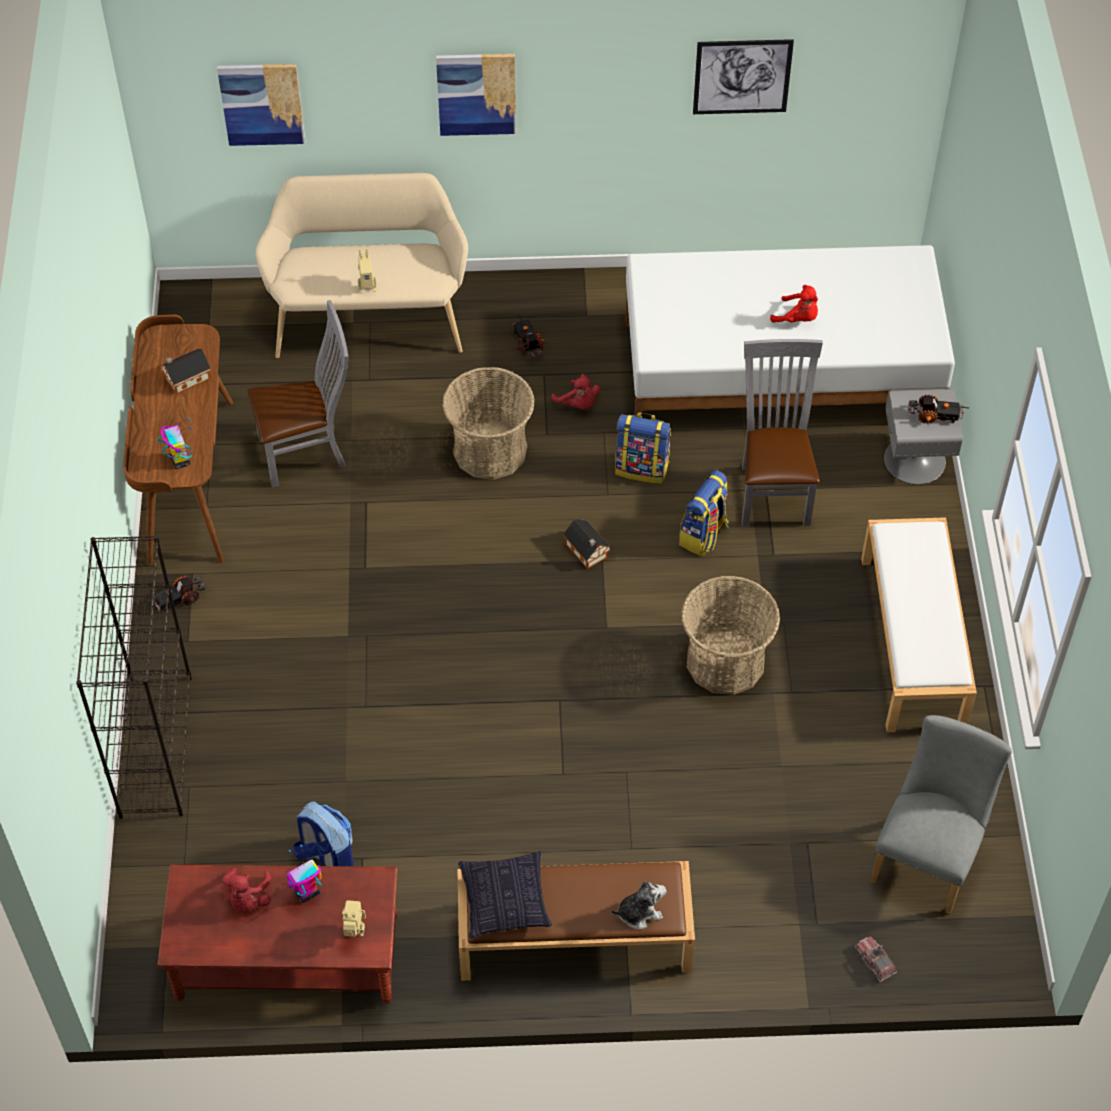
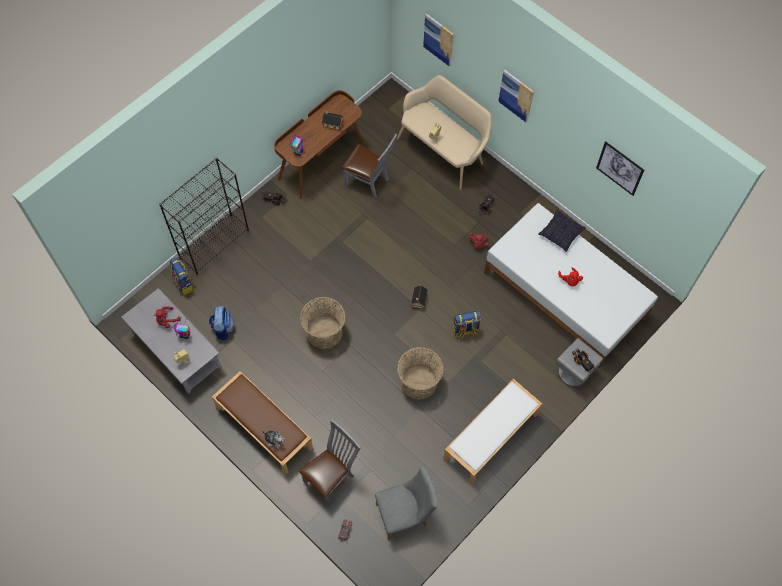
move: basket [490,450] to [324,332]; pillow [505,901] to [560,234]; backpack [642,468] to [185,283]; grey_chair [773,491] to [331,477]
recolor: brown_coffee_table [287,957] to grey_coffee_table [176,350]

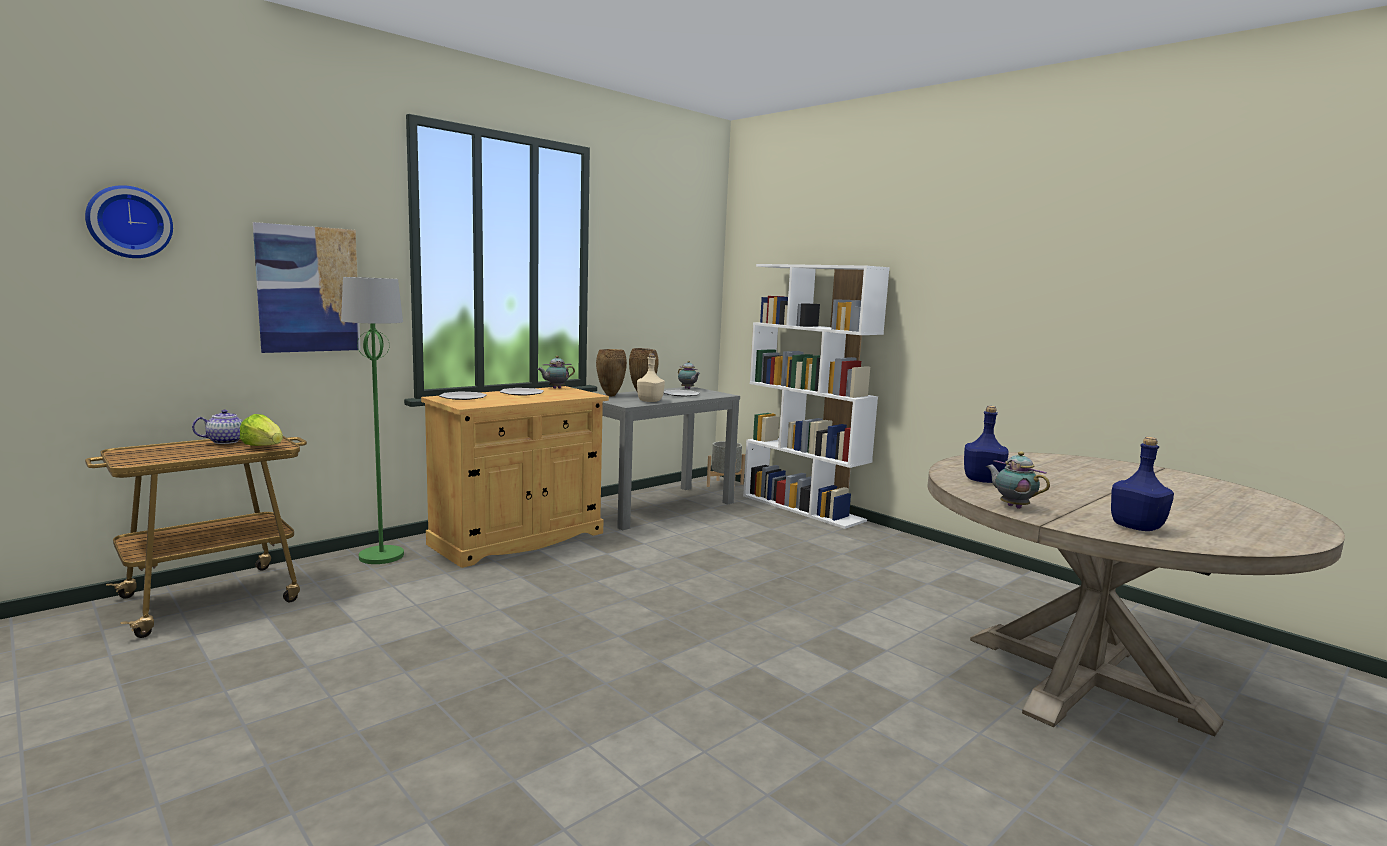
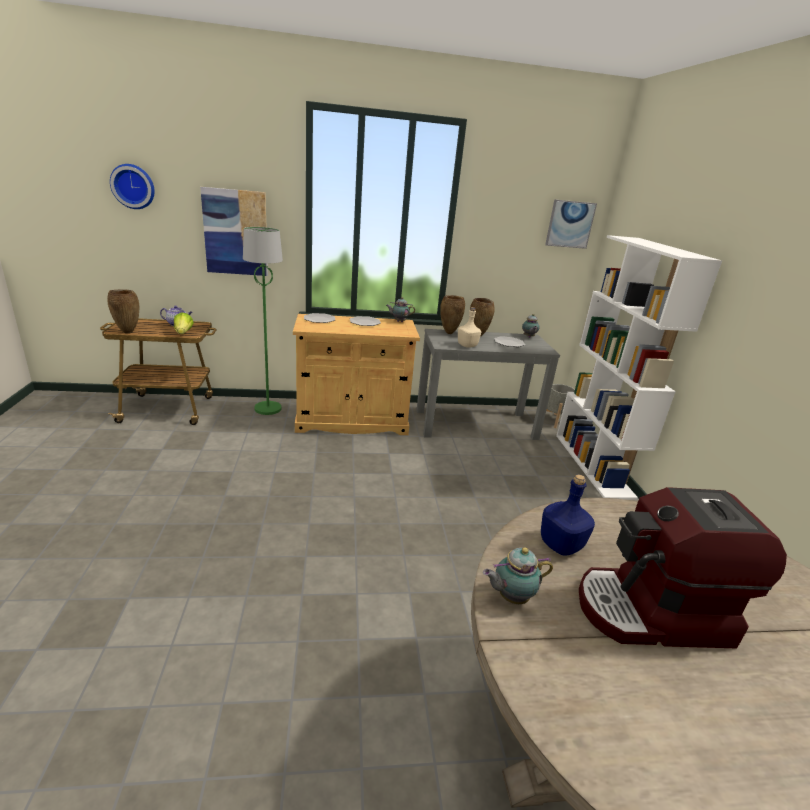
delete: blue_bottle [1135,527]
insert: brown_vase [128,332]; picture [570,224]; coffee_machine [653,613]
rotate: teapot [1012,506] = [510,597] 105 degrees counterclockwise

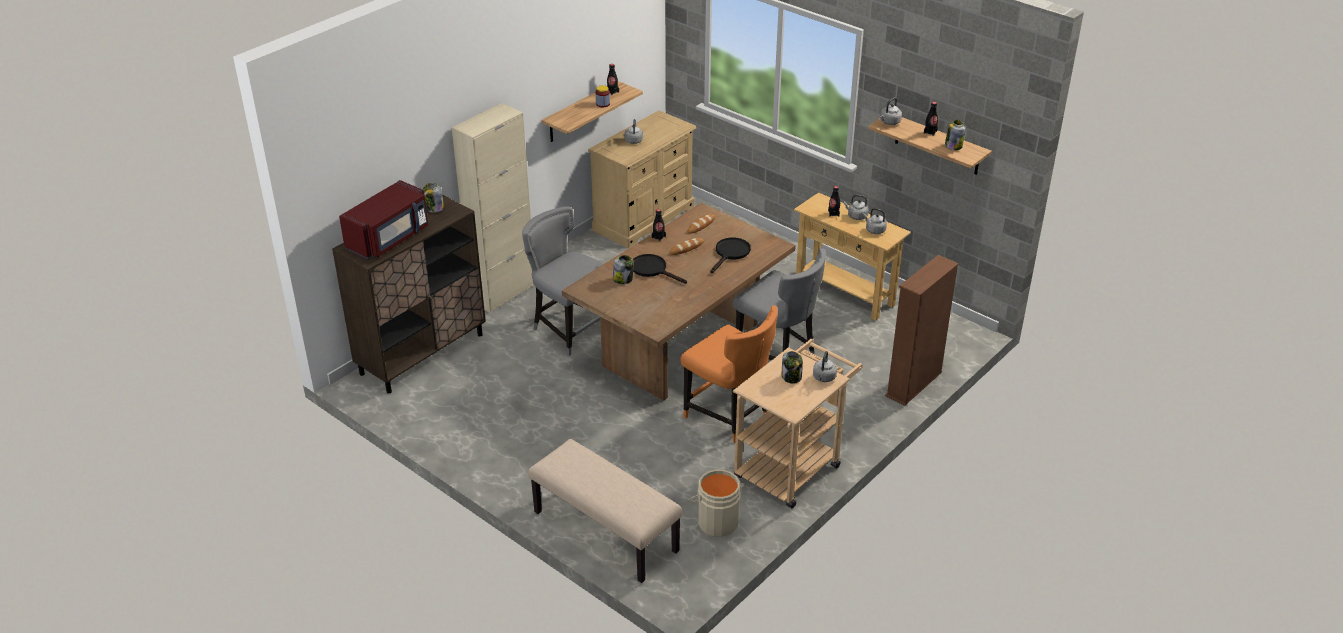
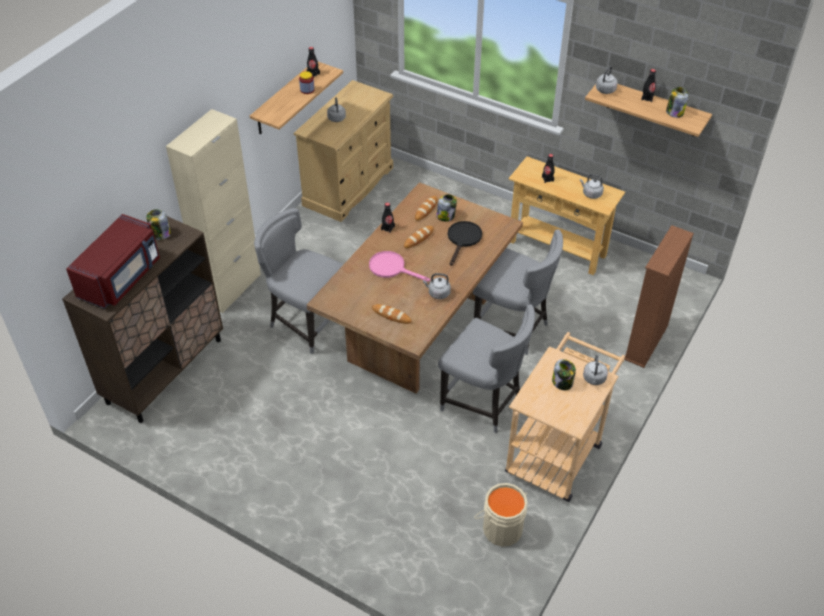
delete: beige_bench [604,532]
insert: bread [391,315]
move: jar [623,279] to [446,216]; grey_kettle [856,216] to [438,293]
recolor: black_frying_pan [652,269] to pink_frying_pan [392,268]; orange_chair [729,417] to grey_chair [483,403]

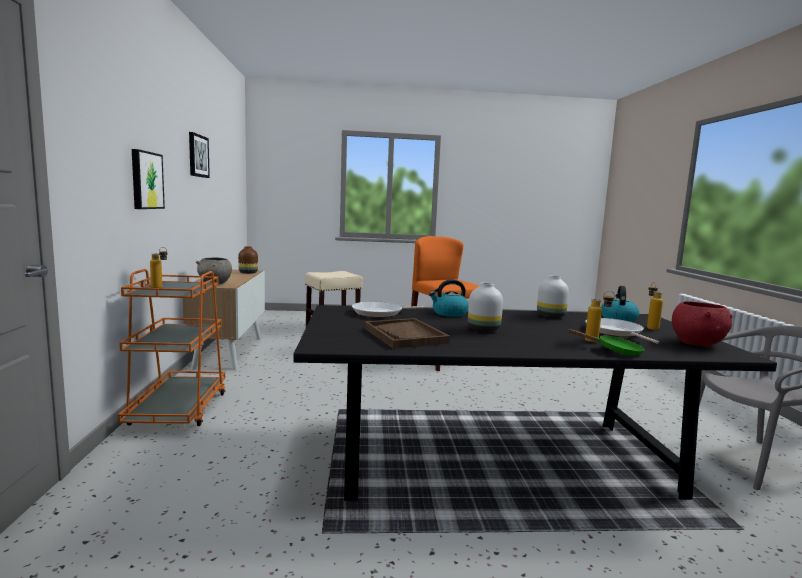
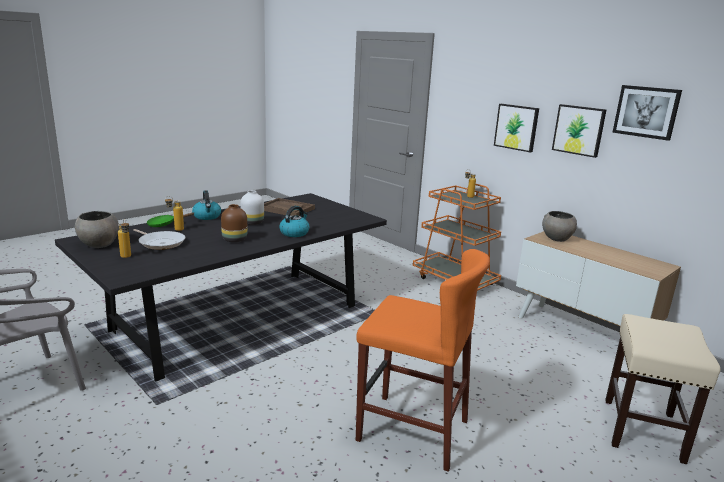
delete: frying_pan [380,313]; white_vase [550,316]
insert: picture [579,130]
move: brown_vase [248,273] to [234,239]; kettle [618,319] to [207,216]
recolor: red_bowl [697,344] to grey_bowl [99,244]

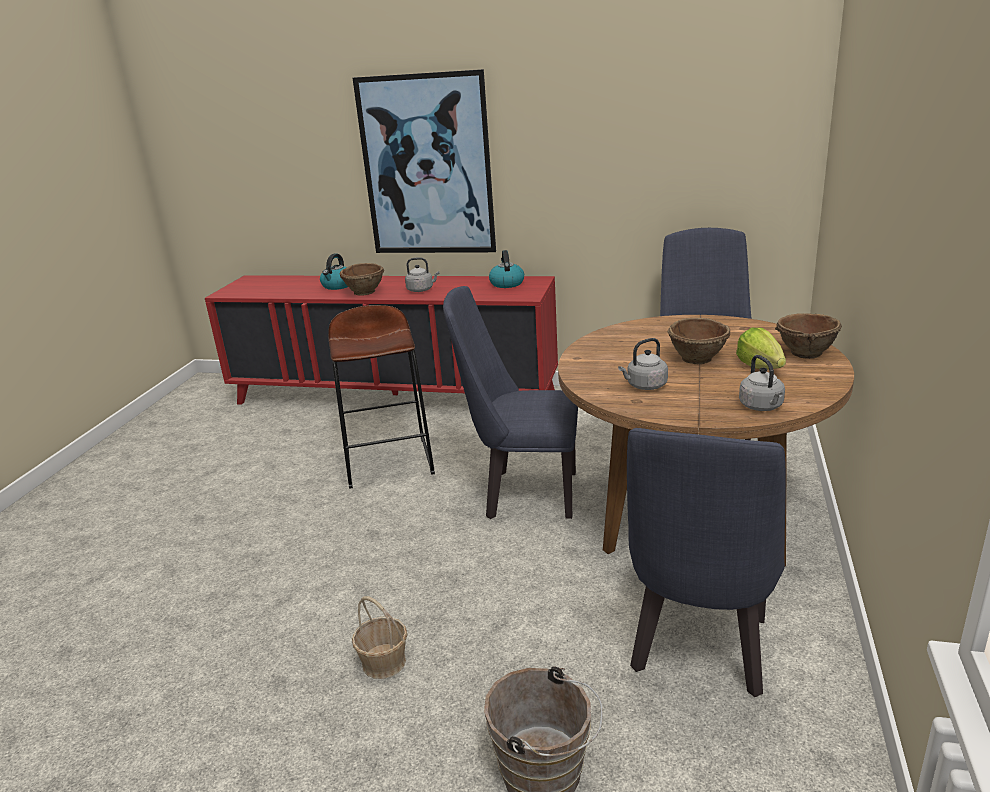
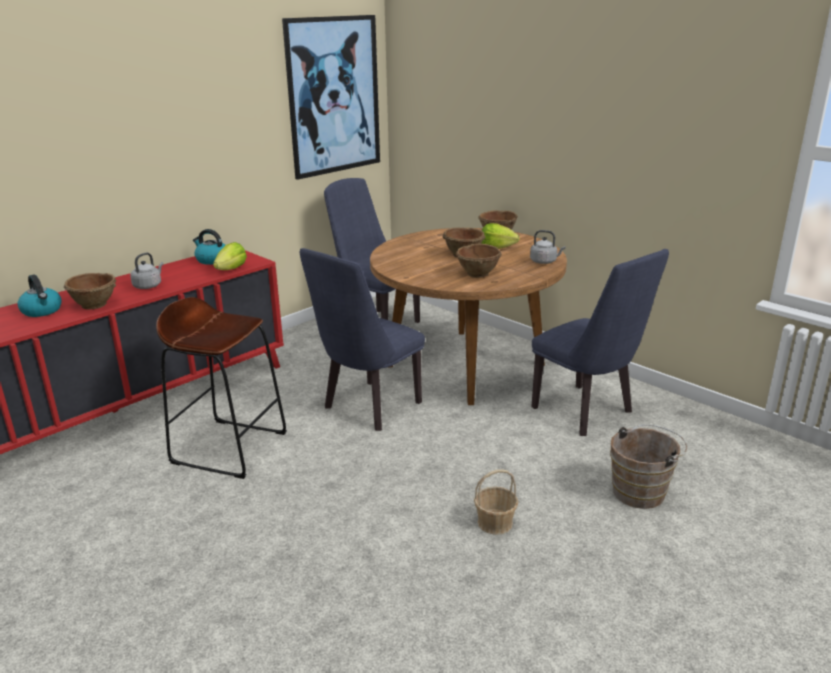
insert: lettuce [231,269]
move: picture [427,166] to [334,96]
replace: grey_kettle [645,386] to brown_bowl [478,274]

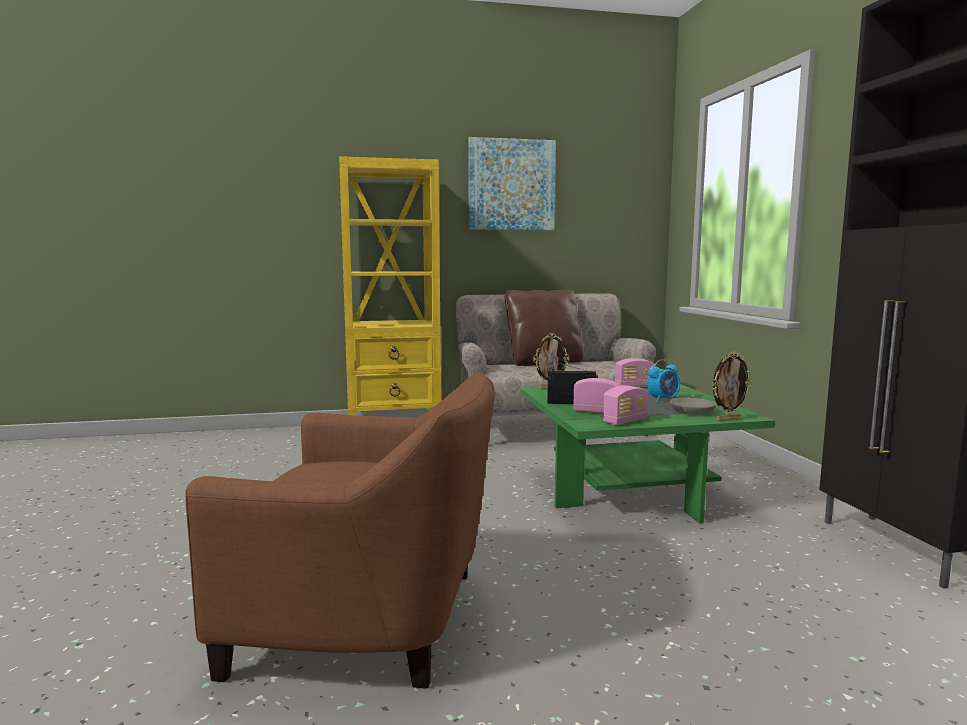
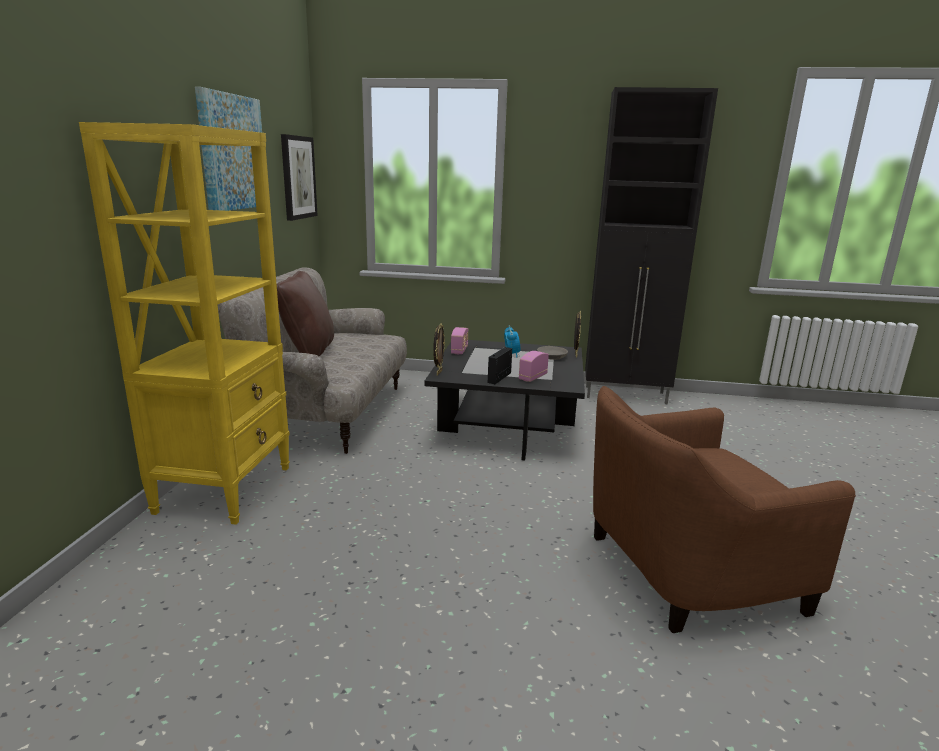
delete: radio [625,421]
insert: picture [298,177]
recolor: green_coffee_table [630,490] to black_coffee_table [507,428]
rotate: brown_armchair [368,616] = [684,569] 135 degrees counterclockwise

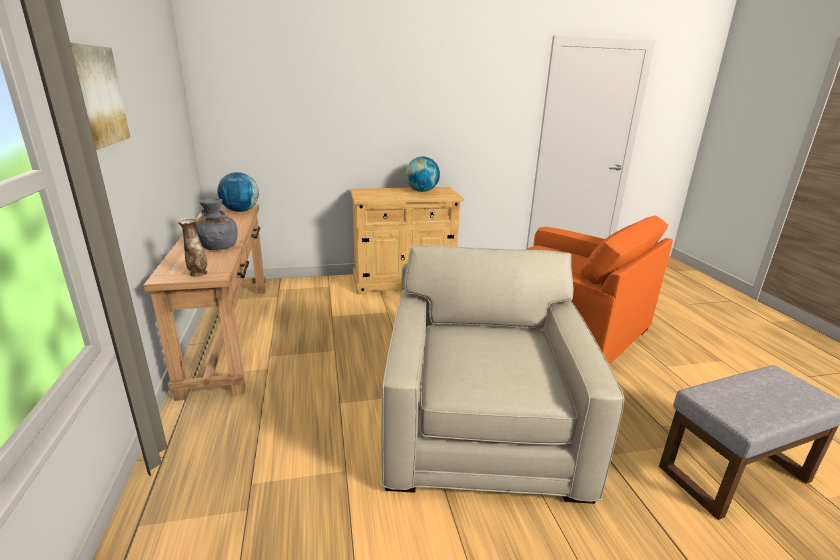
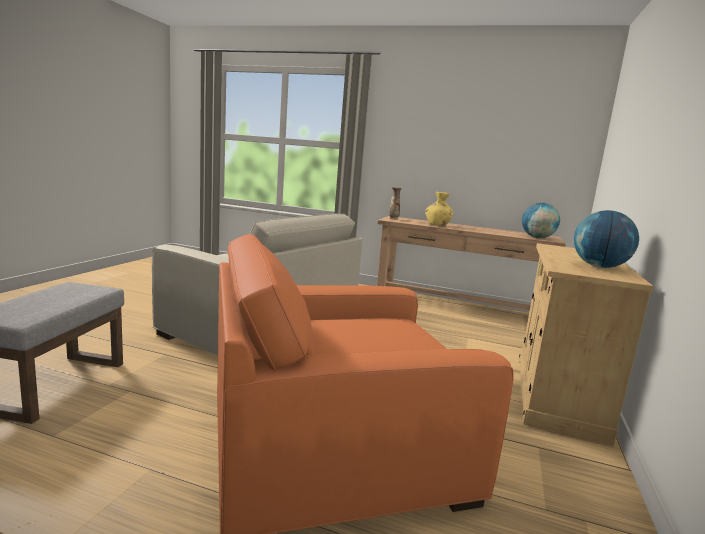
delete: picture [95,96]
recolor: grey_vase [218,247] to yellow_vase [437,225]

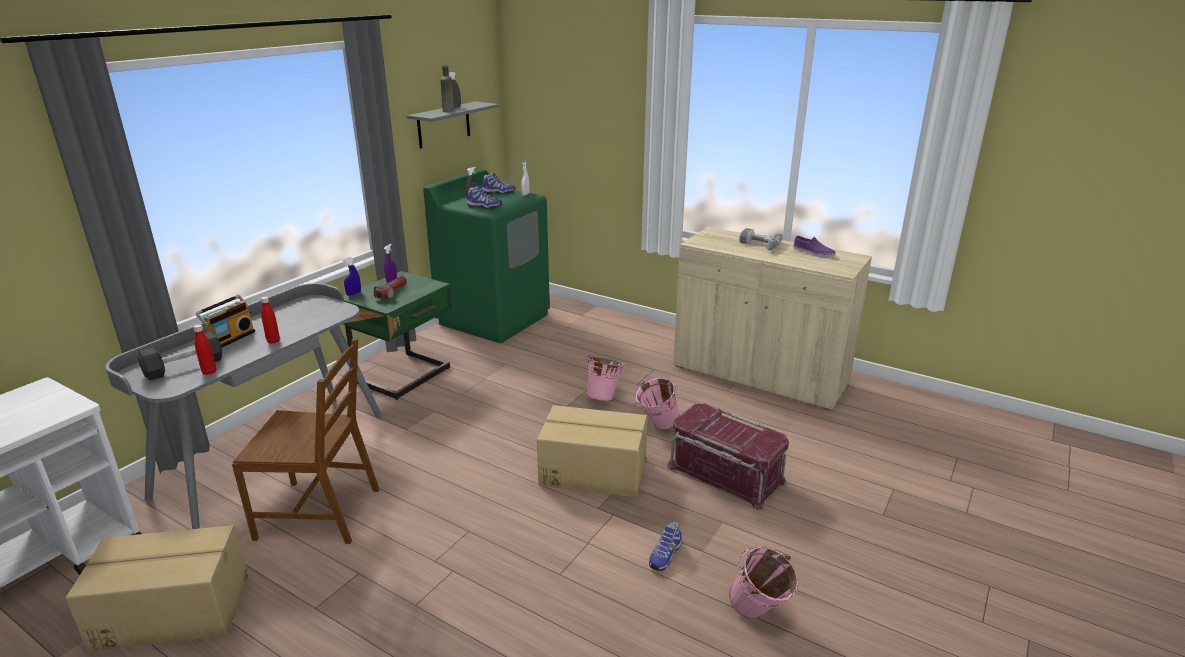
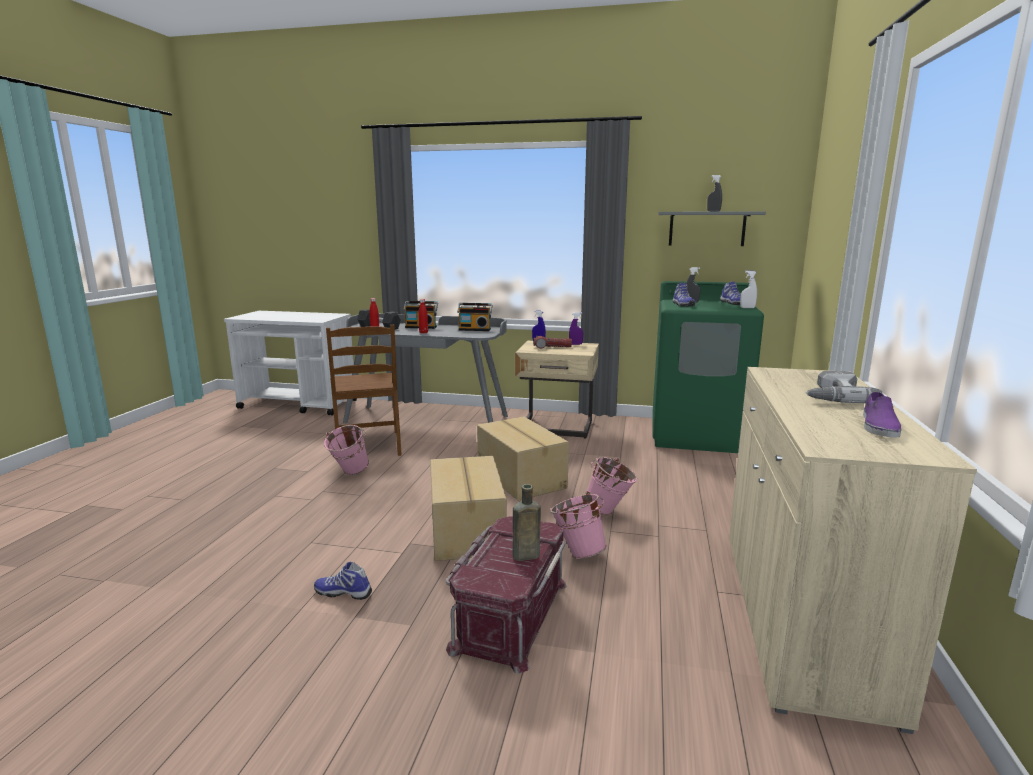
insert: radio [475,329]
move: cardboard_box [173,611] to [521,477]; brown_bottle [448,111] to [524,556]; pink_bucket [759,614] to [349,474]
recolor: green_nightstand [405,376] to beige_nightstand [556,428]

